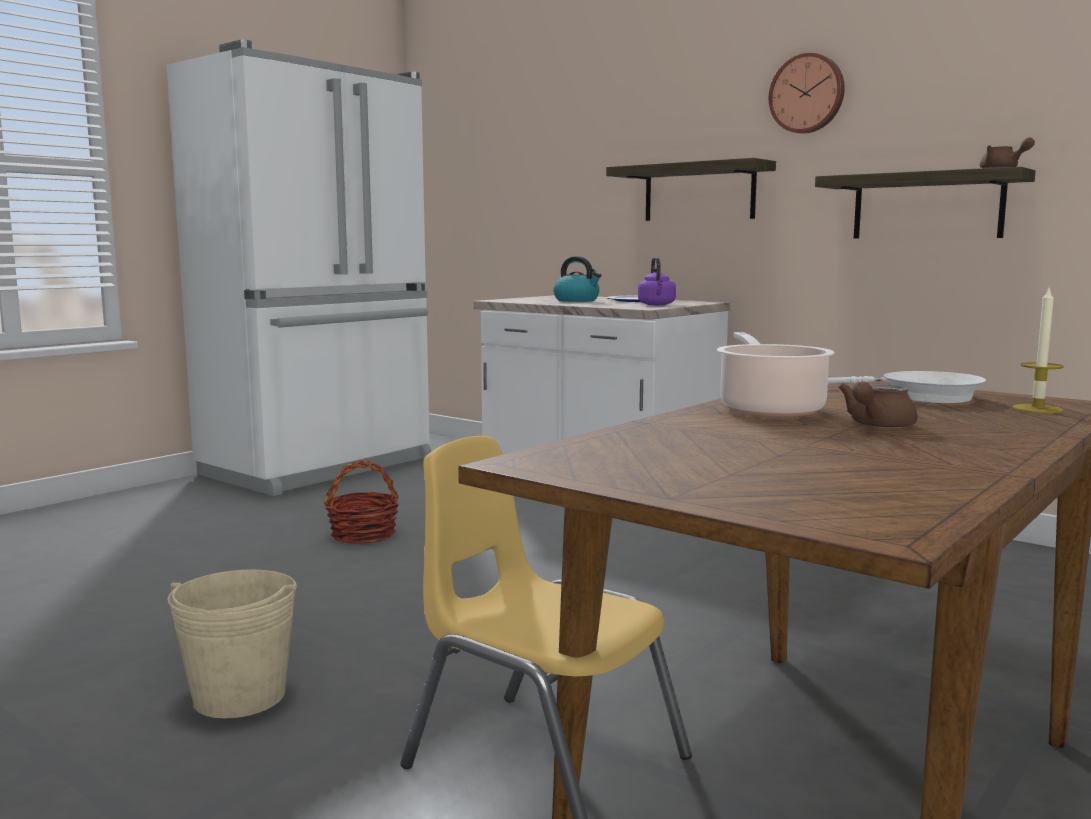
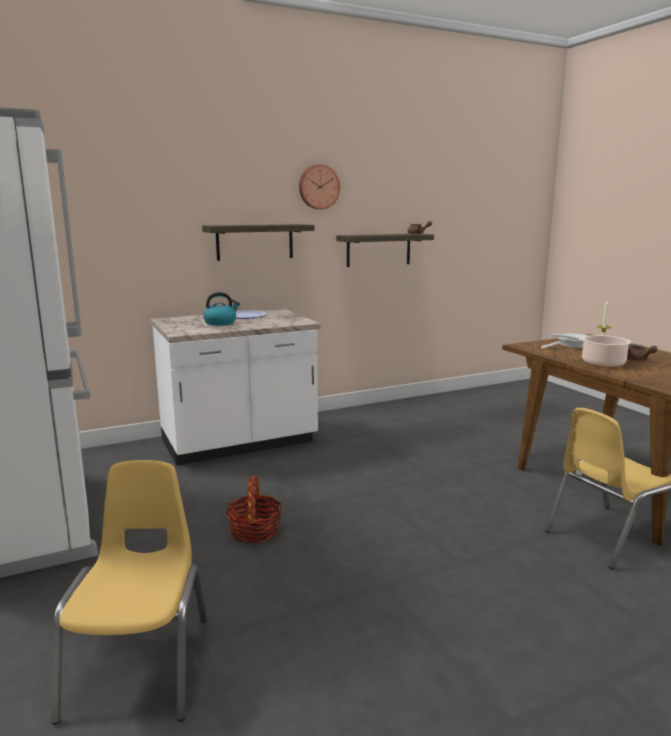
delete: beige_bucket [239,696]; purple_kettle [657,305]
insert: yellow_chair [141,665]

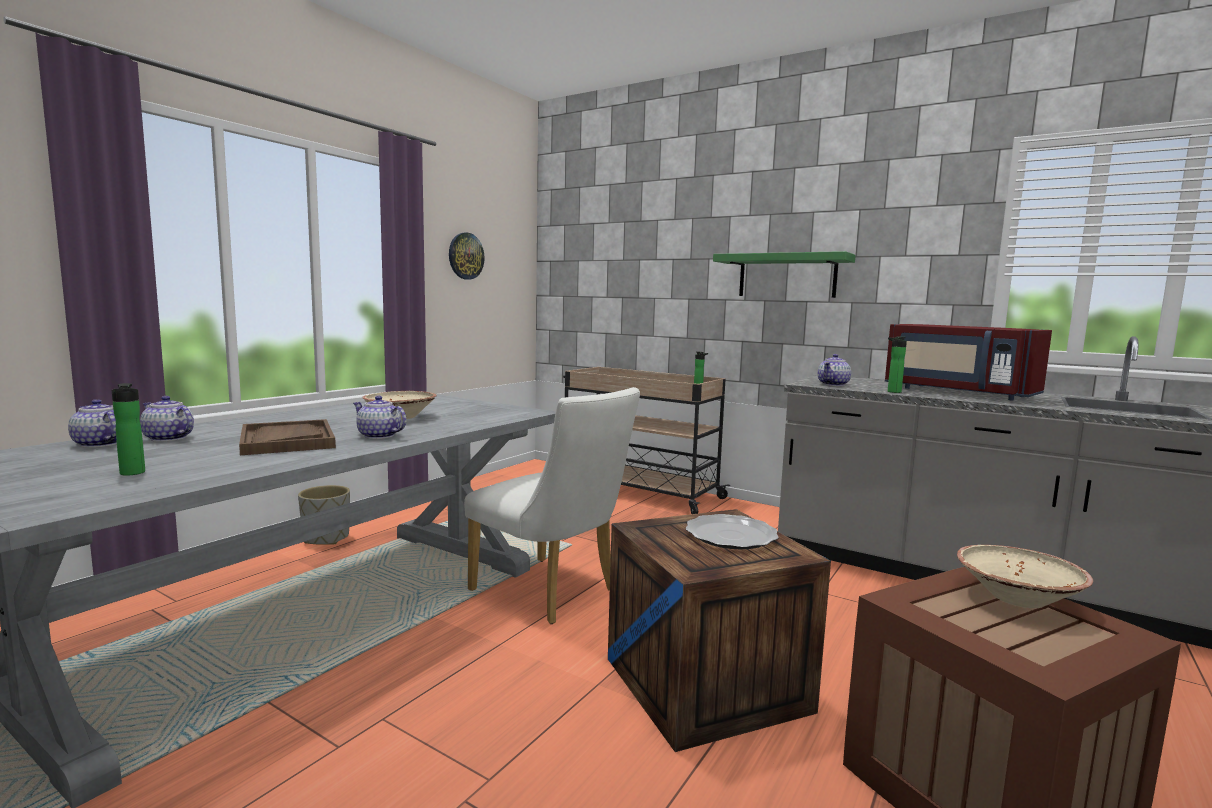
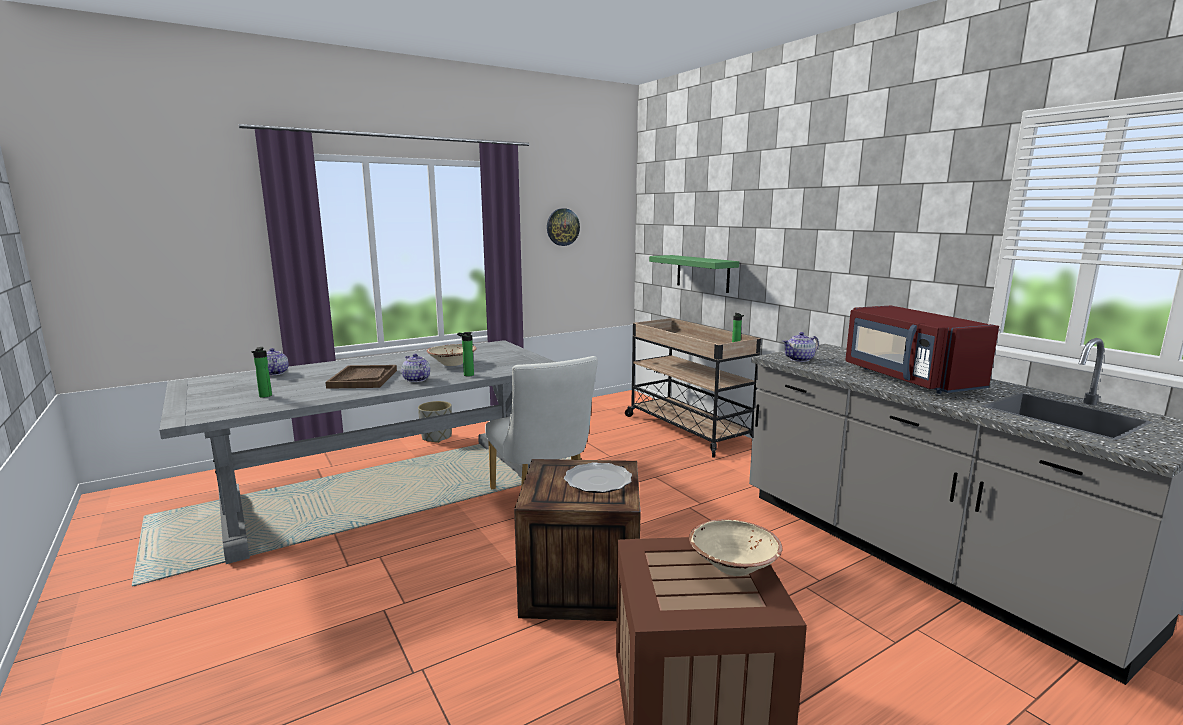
delete: teapot [168,438]
move: green_shelf [787,276] to [702,273]; bottle [892,392] to [467,375]

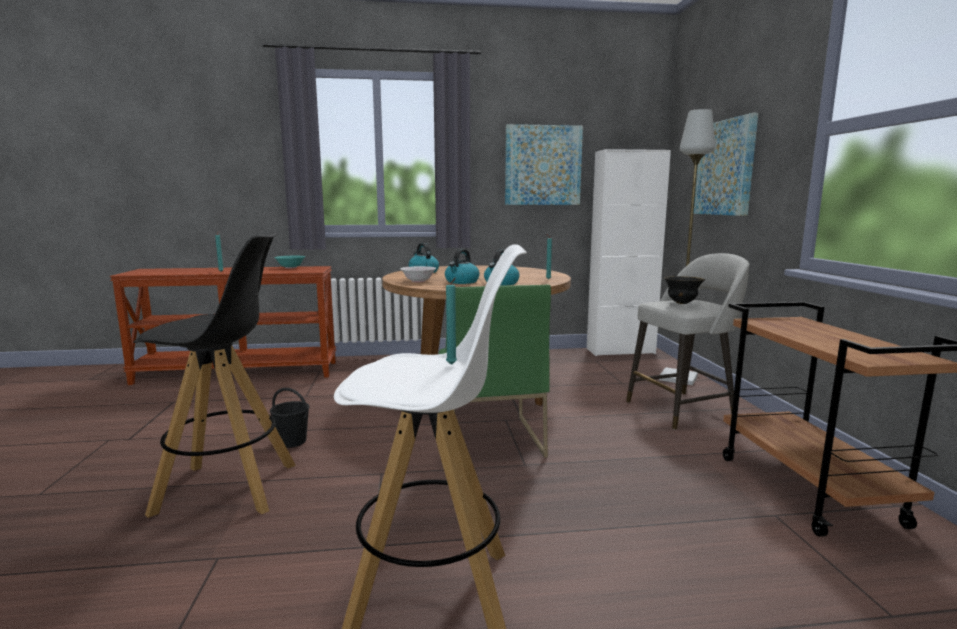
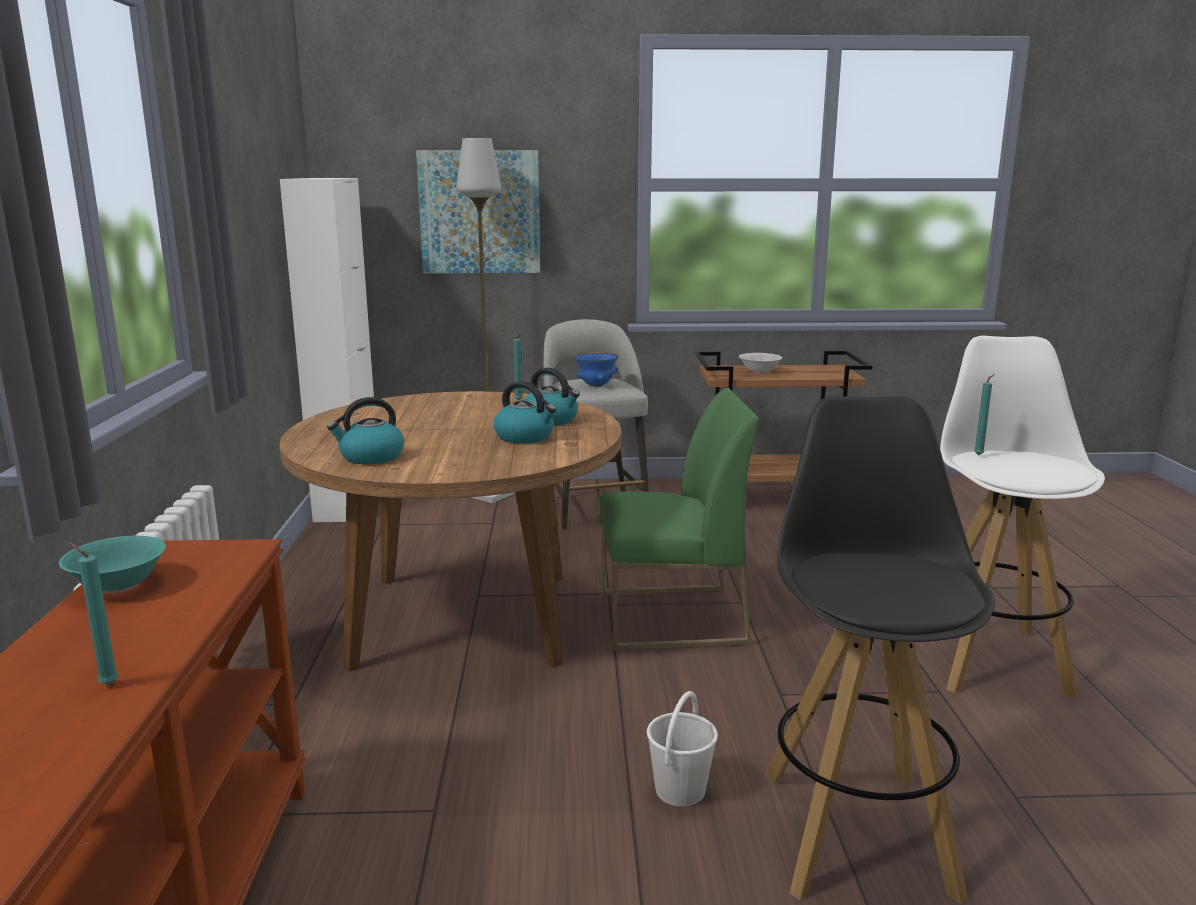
delete: picture [542,165]
move: white_bowl [418,281] to [759,372]
recolor: black_bucket [292,442] to white_bucket [680,790]; black_bowl [682,303] to blue_bowl [596,386]

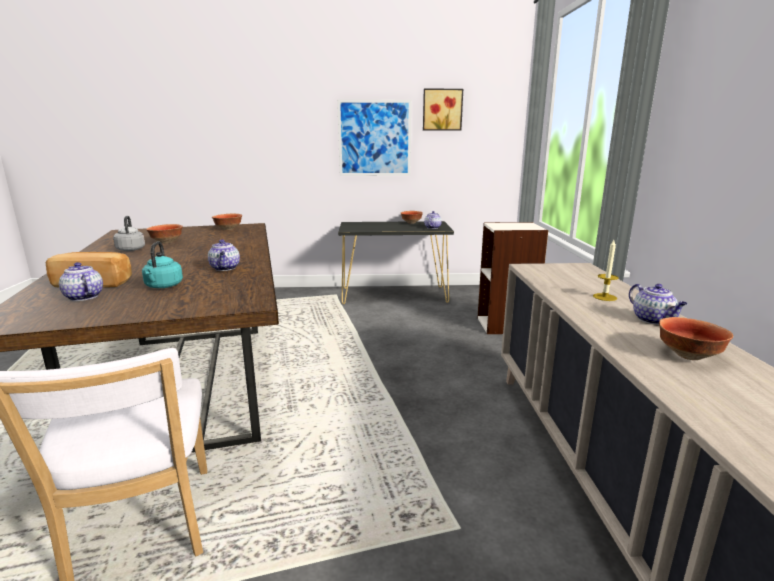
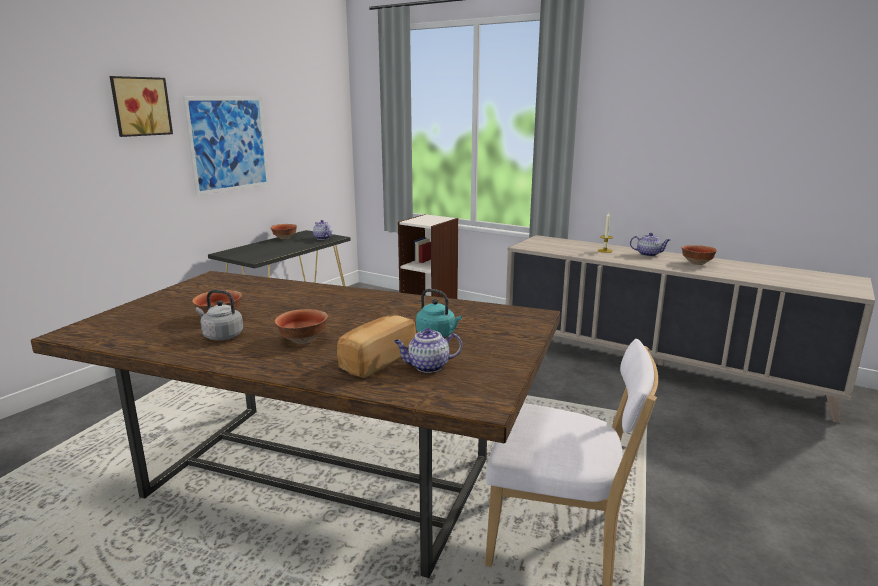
delete: teapot [225,268]
move: bowl [228,229] to [303,340]; picture [442,110] to [140,106]

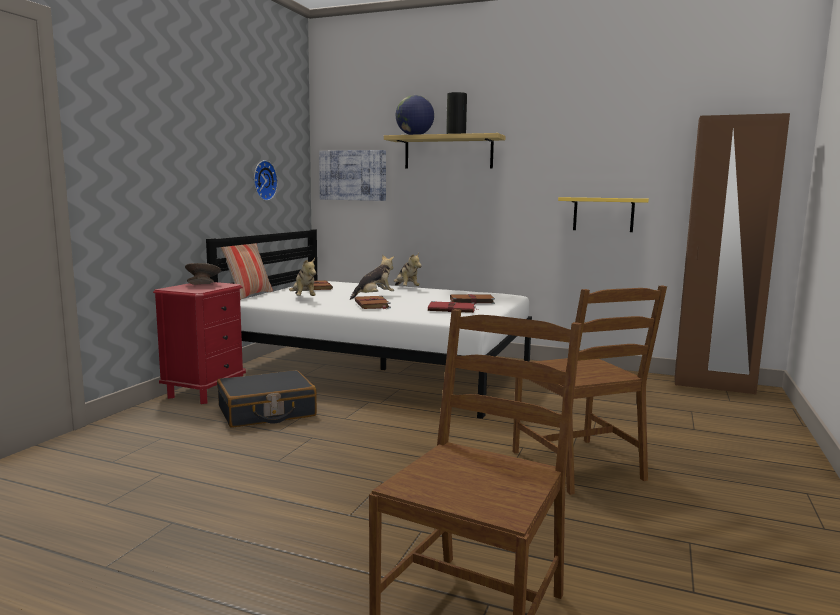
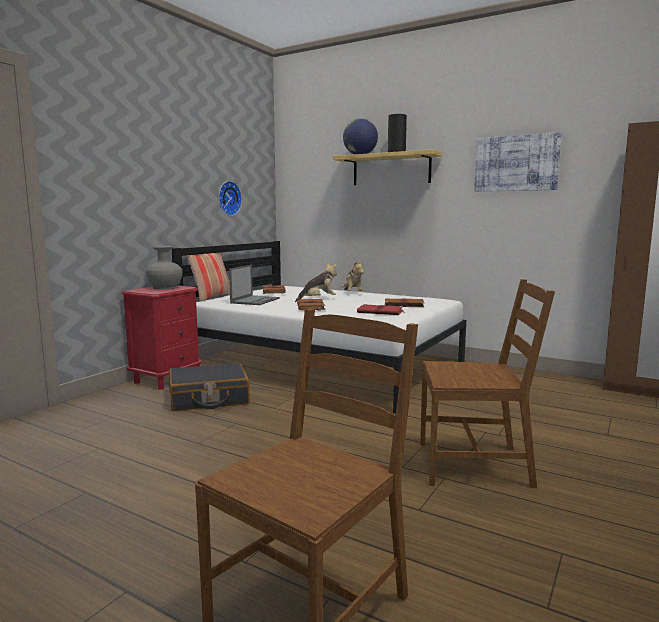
delete: yellow_shelf [603,214]
move: picture [353,175] to [516,163]
replace: grey_bowl [203,285] to grey_vase [165,287]; plush_toy [304,298] to laptop [255,300]
rotate: brown_chair [579,465] = [474,464] 75 degrees counterclockwise

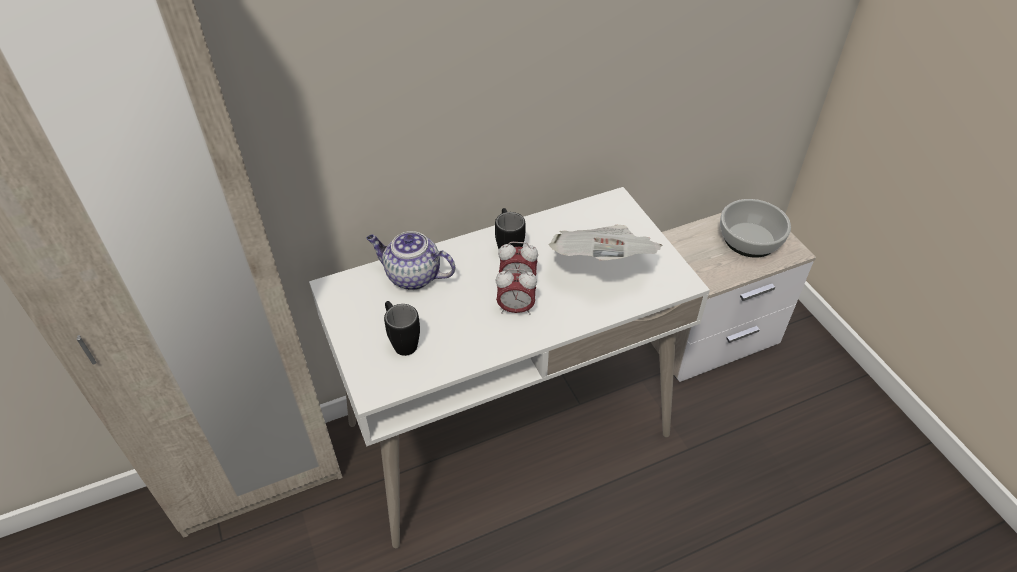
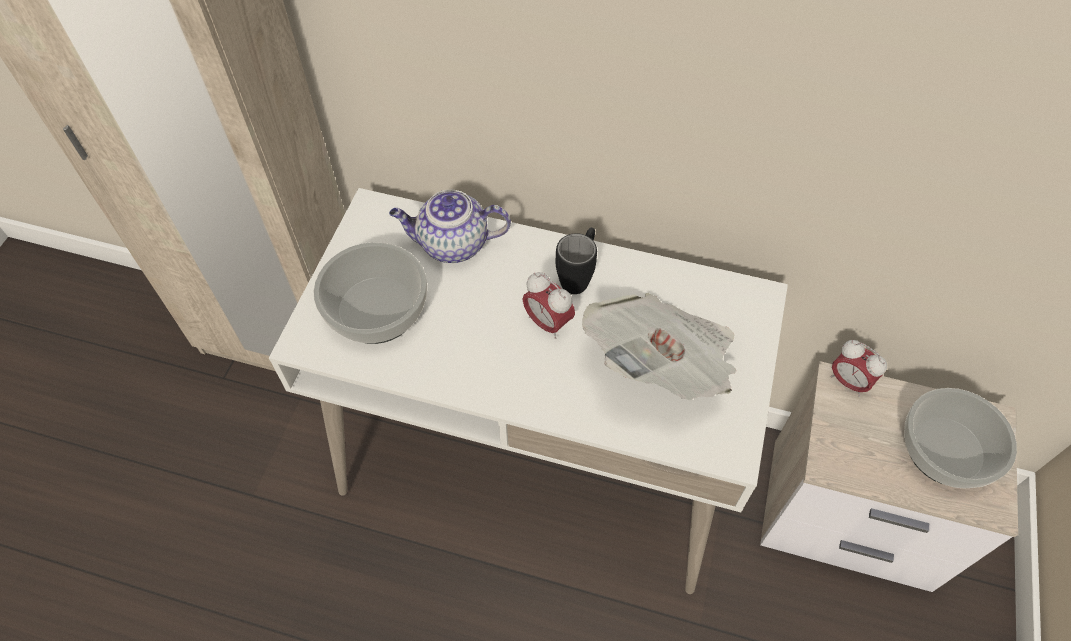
move: alarm_clock [515,309] to [848,382]
replace: black_mug [401,341] to bowl [375,309]
rotate: teapot [412,276] = [452,245] 60 degrees counterclockwise

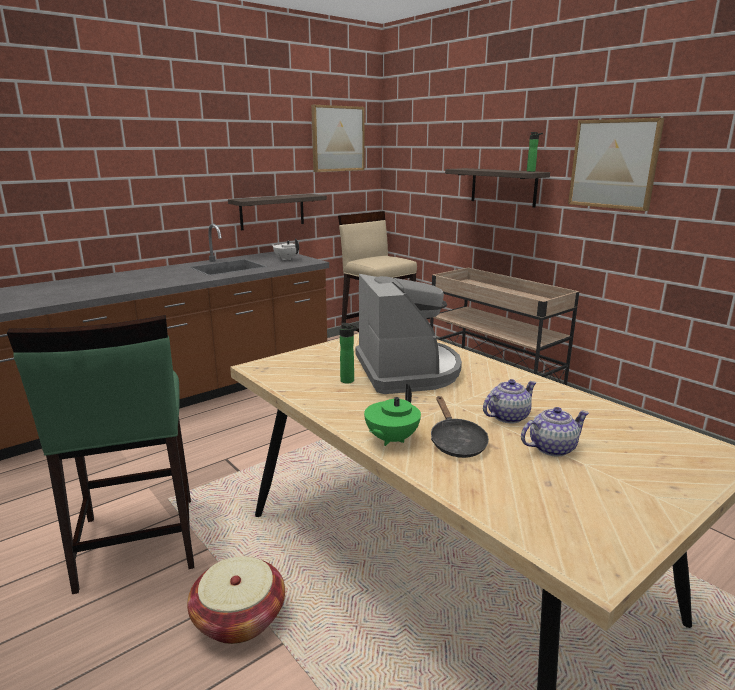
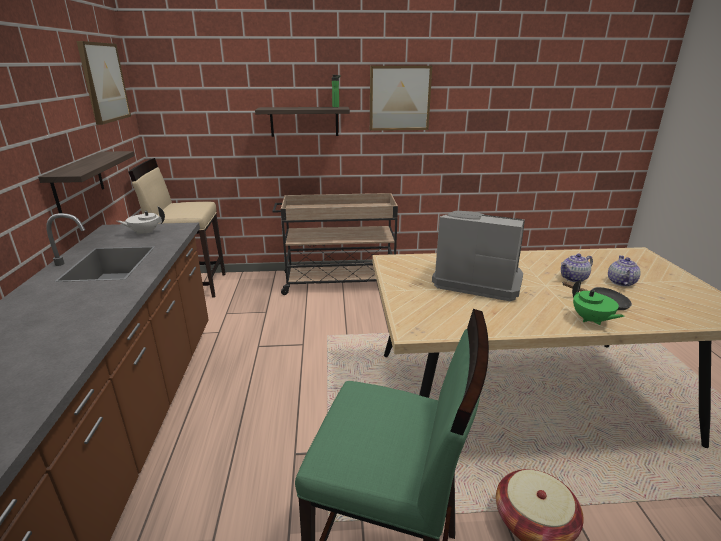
delete: bottle [348,381]
rotate: teapot [507,417] = [574,278] 120 degrees counterclockwise

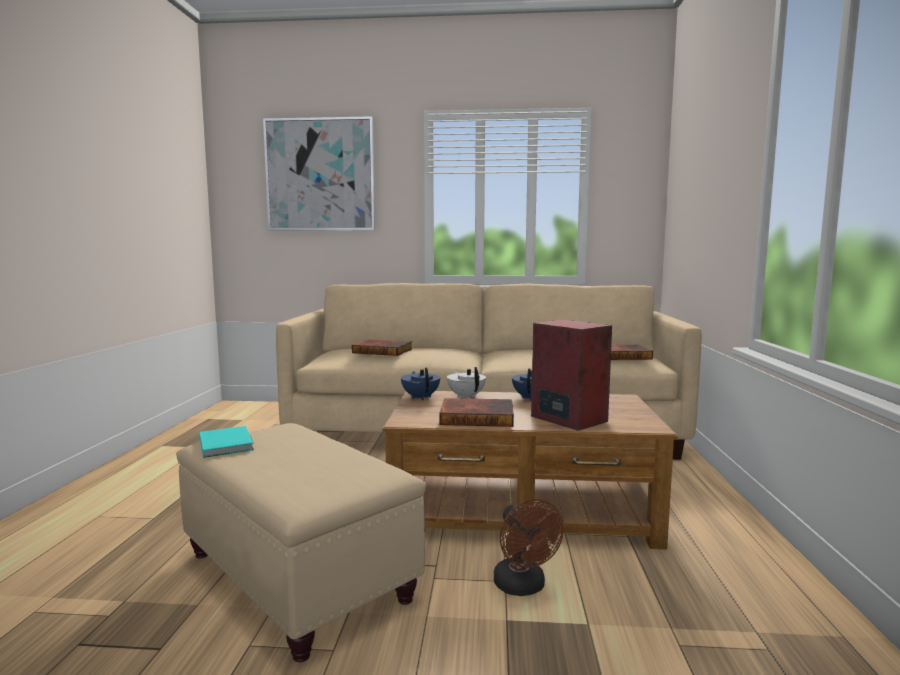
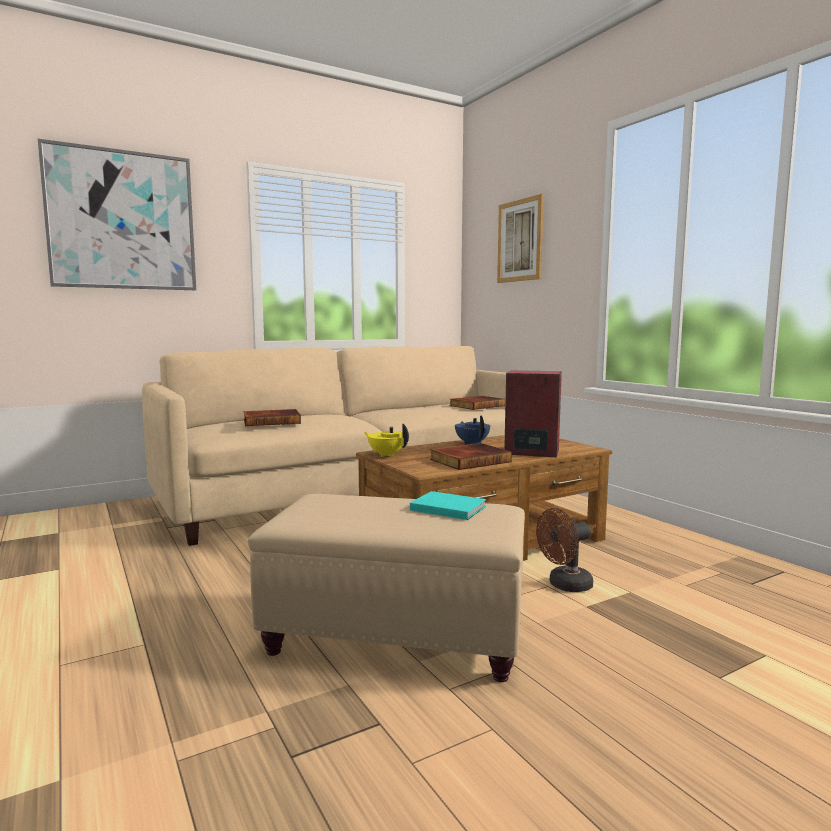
delete: white_teapot [466,396]
insert: picture [520,240]
move: turquoise_book [227,443] to [447,508]
recolor: blue_teapot [421,397] to yellow_teapot [386,455]
rotate: brown_fan [523,587] = [565,586] 120 degrees clockwise

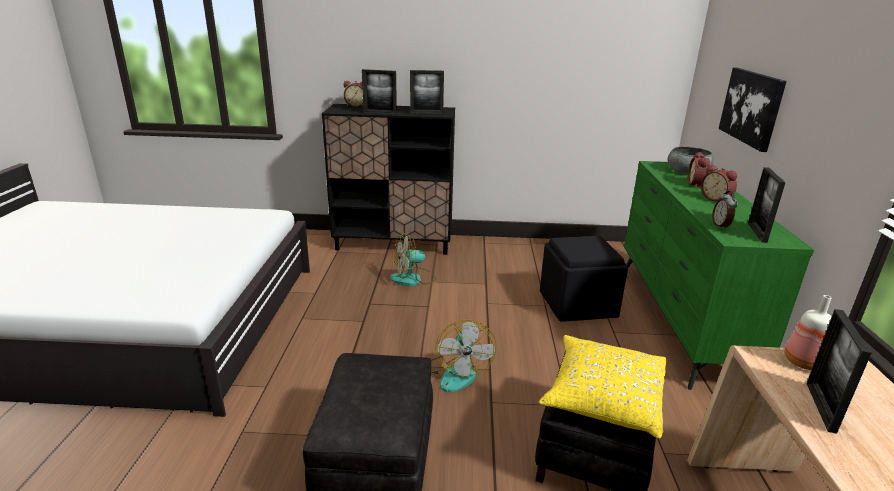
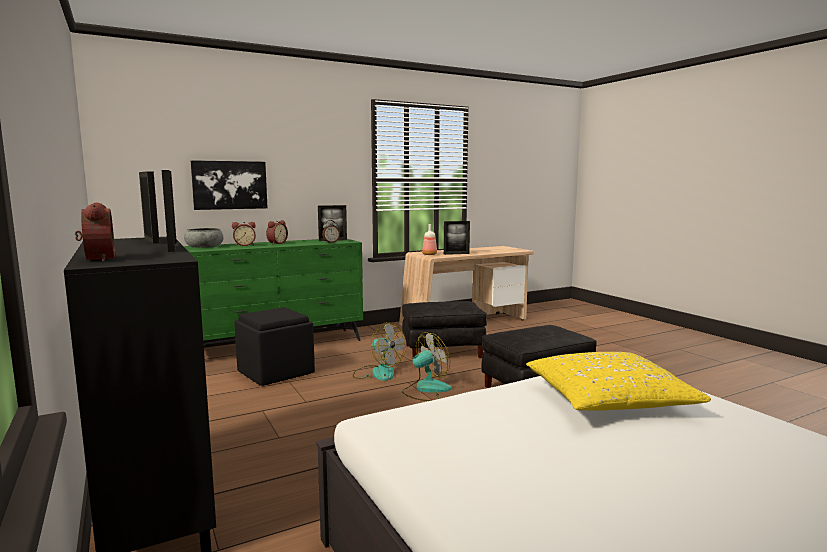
move: fan [413,279] to [378,373]; yellow_pillow [604,395] to [608,401]

